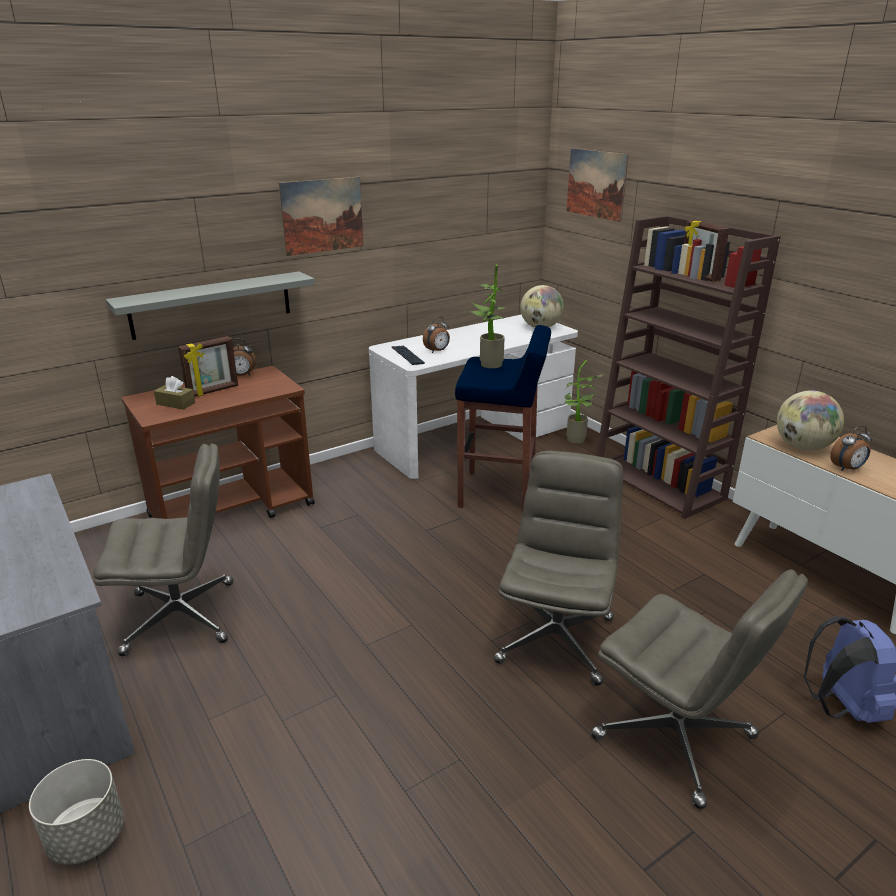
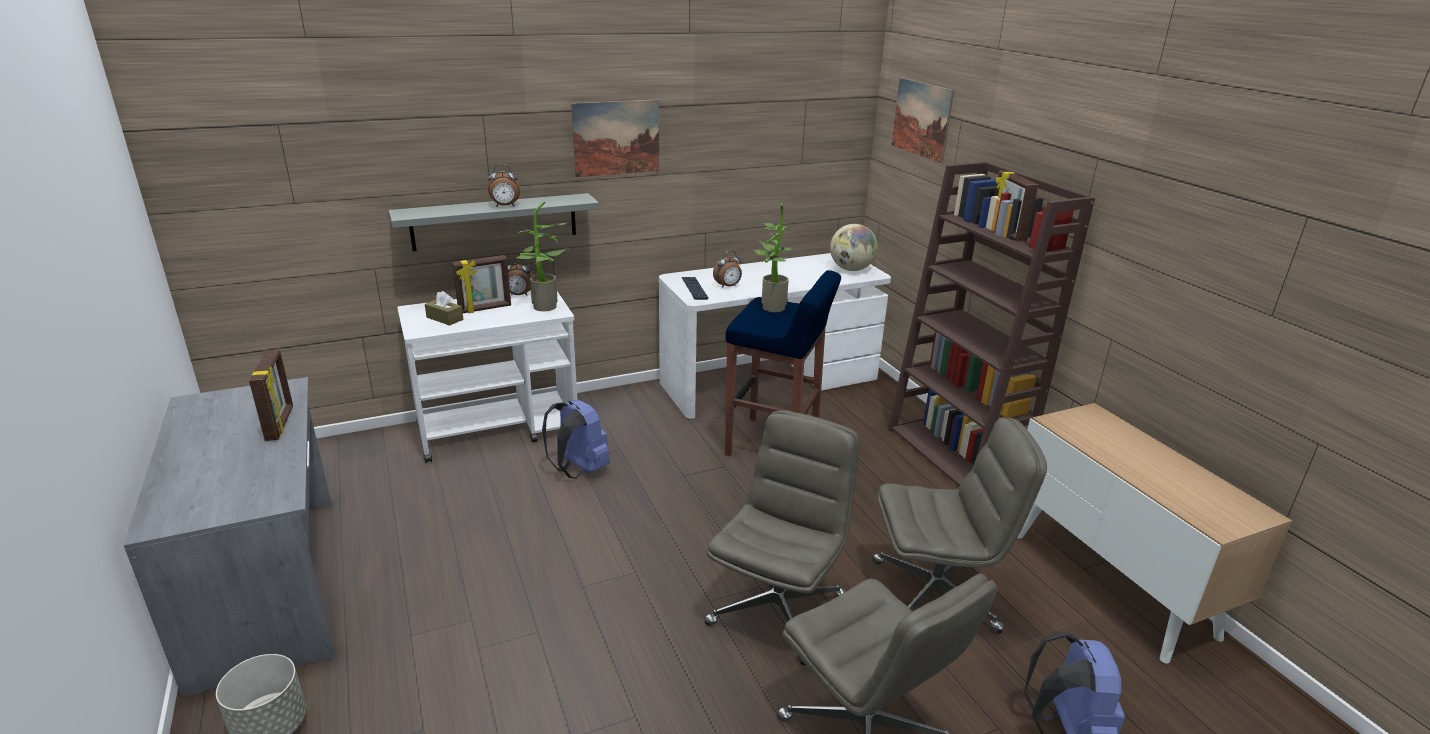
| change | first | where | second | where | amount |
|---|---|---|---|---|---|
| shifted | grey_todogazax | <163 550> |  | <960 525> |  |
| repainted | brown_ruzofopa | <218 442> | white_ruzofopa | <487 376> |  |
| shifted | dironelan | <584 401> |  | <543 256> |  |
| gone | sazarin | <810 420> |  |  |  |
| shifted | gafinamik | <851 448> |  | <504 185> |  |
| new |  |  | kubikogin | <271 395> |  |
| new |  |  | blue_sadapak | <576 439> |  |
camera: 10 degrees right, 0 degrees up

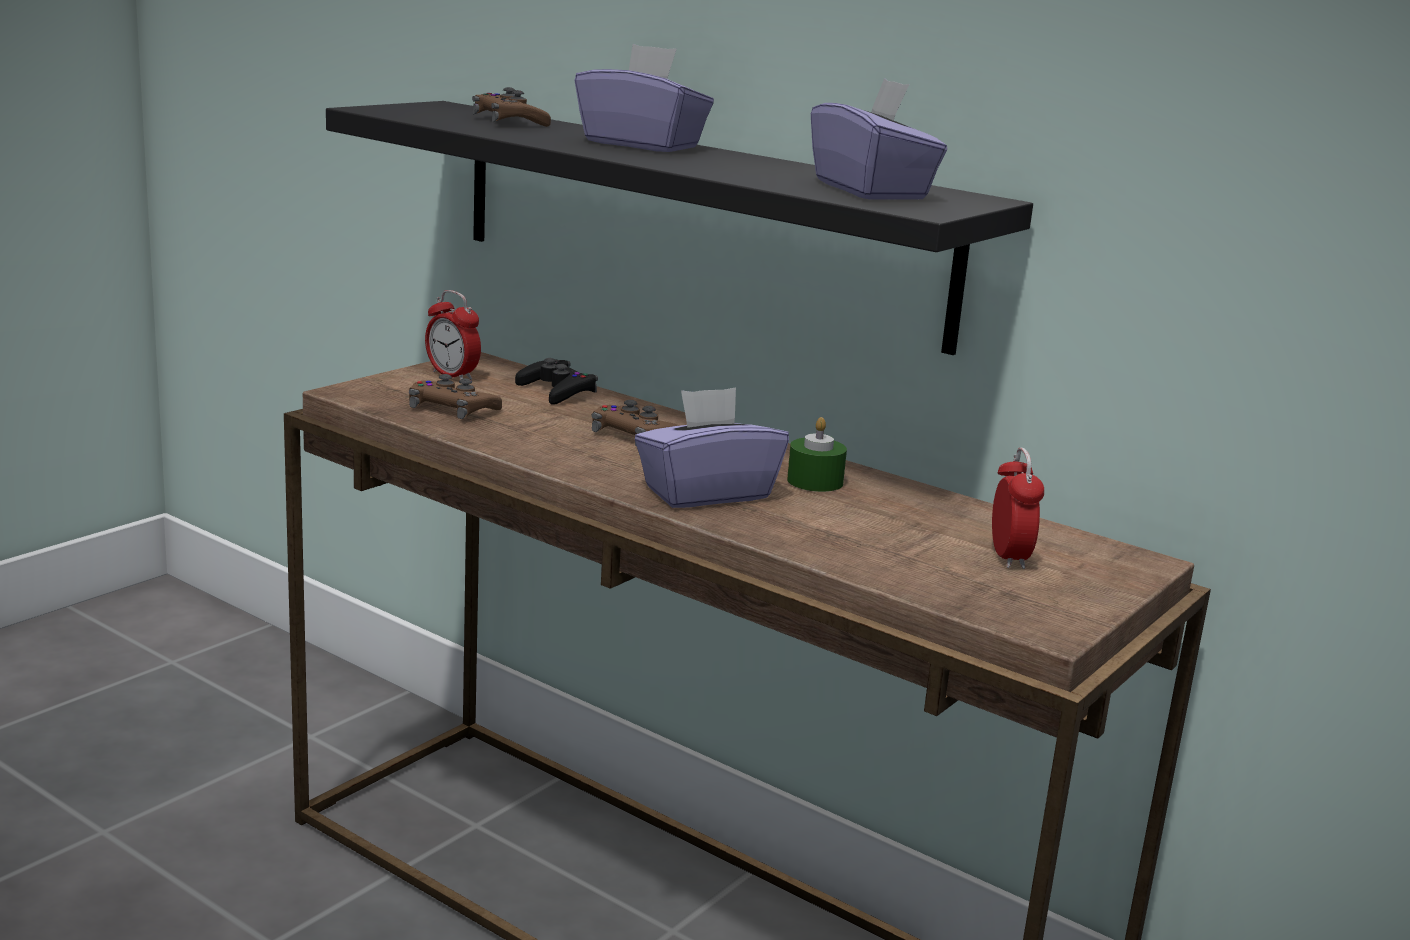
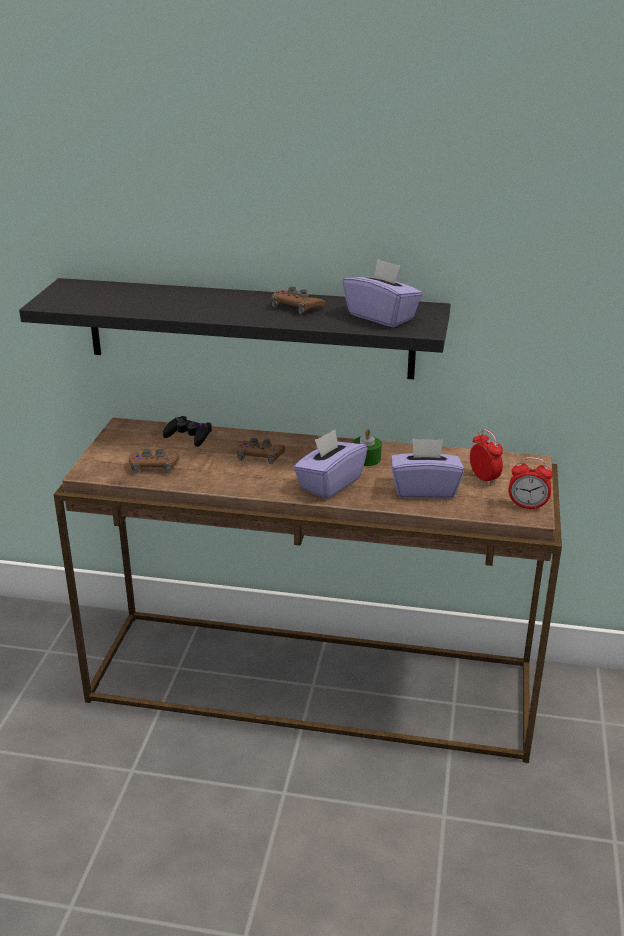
| change | first | where | second | where | amount |
|---|---|---|---|---|---|
| shifted | gafinamik | <453 335> |  | <531 483> |  |
| shifted | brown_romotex | <511 107> |  | <298 300> |  |
| shifted | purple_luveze | <644 98> |  | <427 468> |  |
camera: 25 degrees left, 10 degrees up

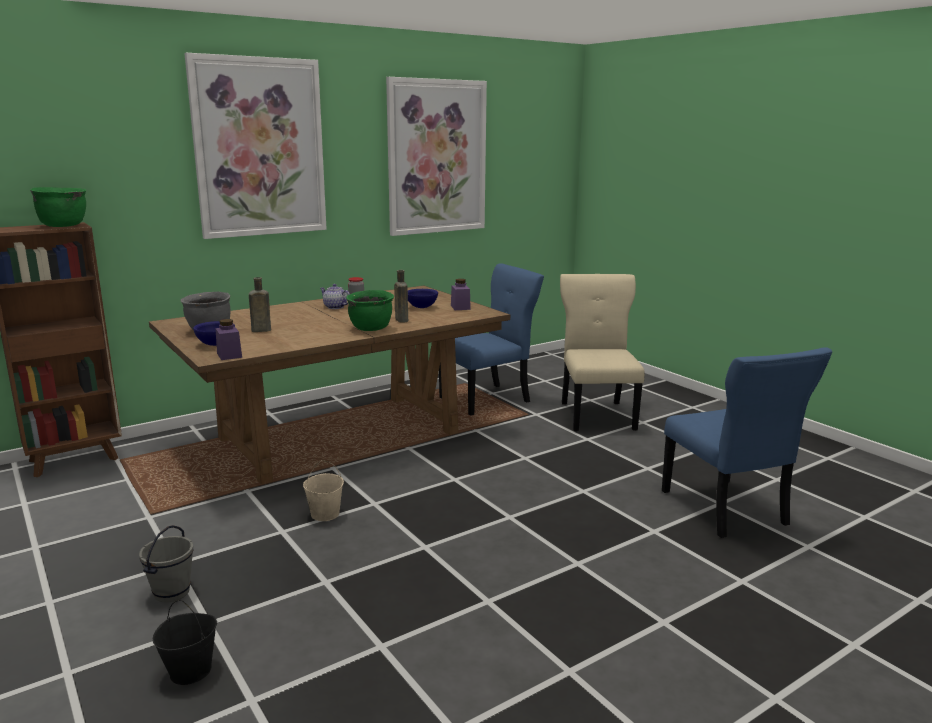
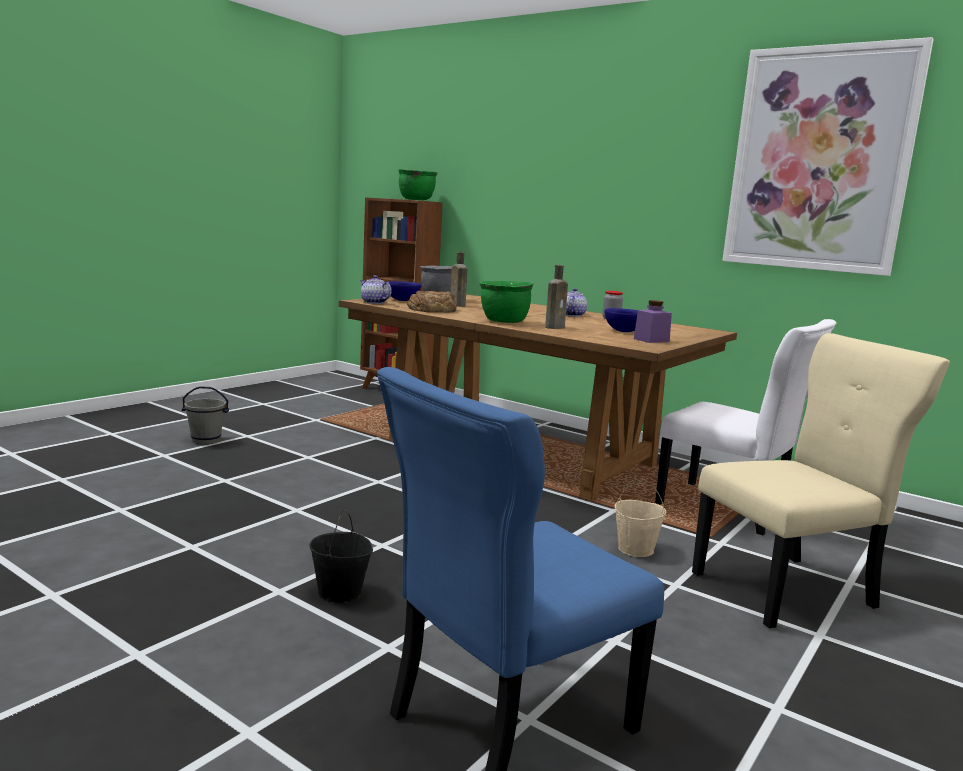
| change | first | where | second | where | amount |
|---|---|---|---|---|---|
| shifted | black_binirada | <185 642> |  | <341 556> |  |
| gone | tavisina | <255 146> |  |  |  |
| swapped | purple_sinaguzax | <228 339> | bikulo | <376 289> |  |
| shifted | beige_binirada | <323 490> |  | <640 518> |  |
| repainted | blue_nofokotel | <491 339> | white_nofokotel | <745 427> |  |
| new |  |  | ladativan | <432 301> |  |
camera: 70 degrees right, 5 degrees down

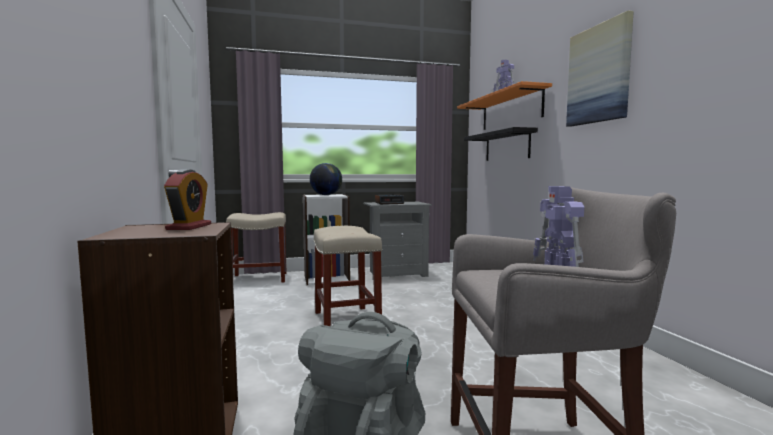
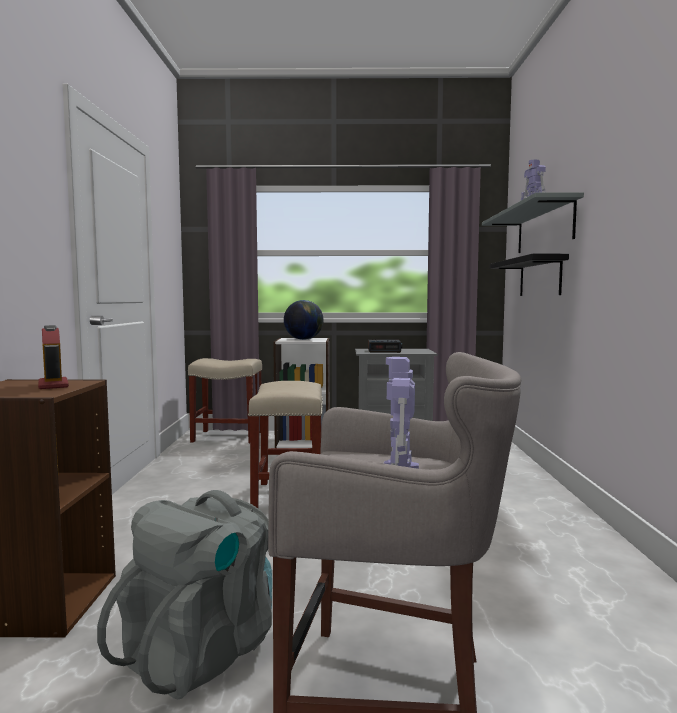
| change | first | where | second | where | amount |
|---|---|---|---|---|---|
| rotated | gafinamik | <187 199> |  | <53 357> | 45 degrees counterclockwise |
| repainted | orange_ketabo | <504 105> | grey_ketabo | <533 222> |  |
| gone | tavisina | <600 68> |  |  |  |
camera: 15 degrees right, 0 degrees up

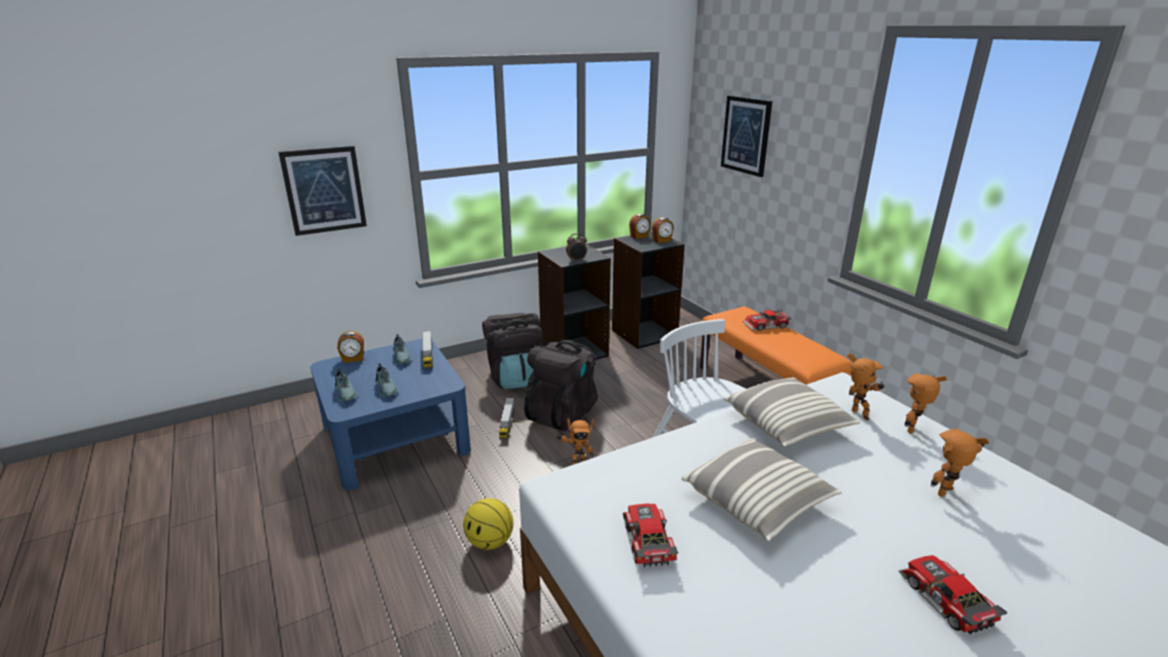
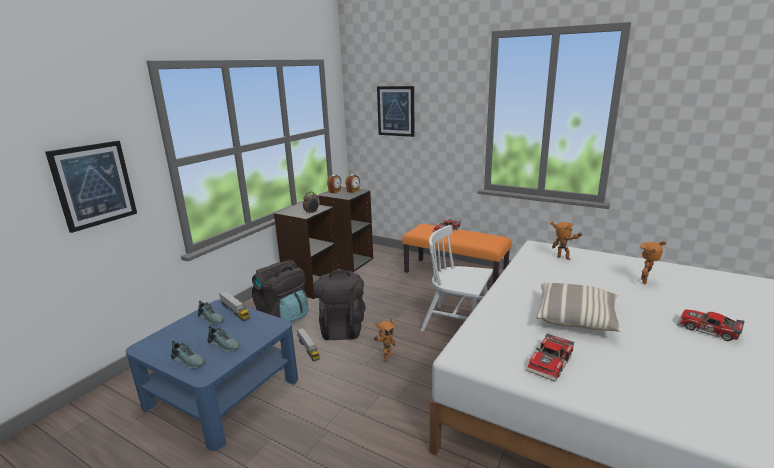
| change | first | where | second | where | amount |
|---|---|---|---|---|---|
| gone | gafinamik | <350 347> |  |  |  |
| gone | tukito | <488 524> |  |  |  |
| rotated | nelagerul | <650 535> |  | <551 357> | 105 degrees counterclockwise |
| gone | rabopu | <792 412> |  |  |  |
| gone | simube | <925 403> |  |  |  |
camera: 30 degrees left, 5 degrees down

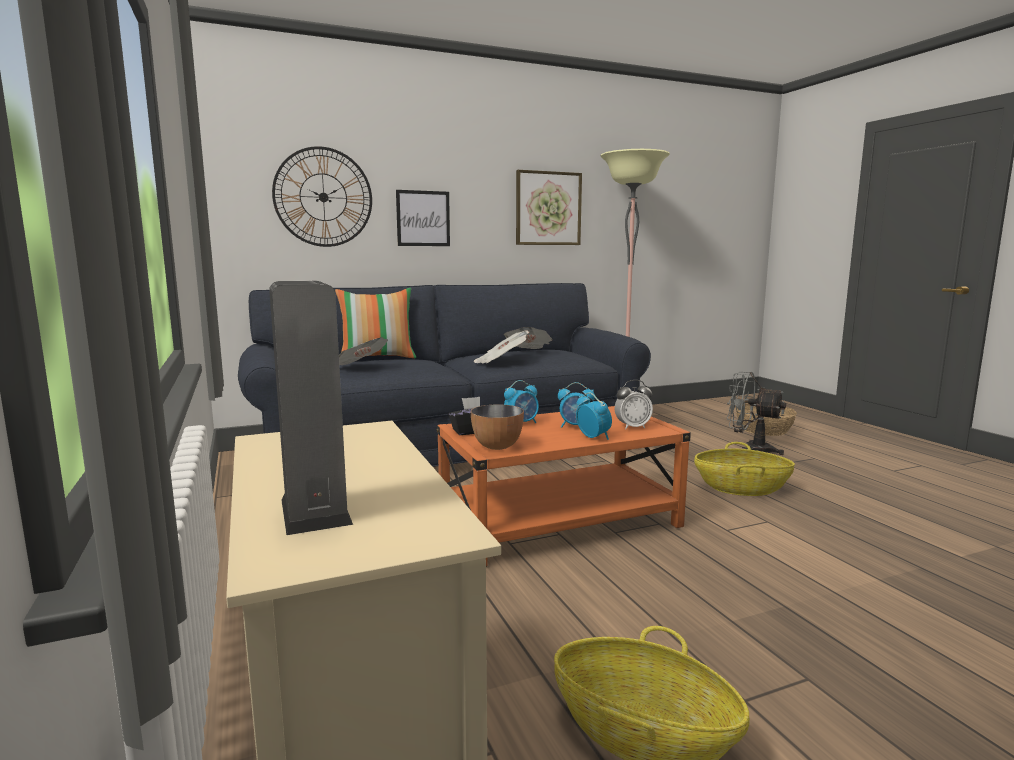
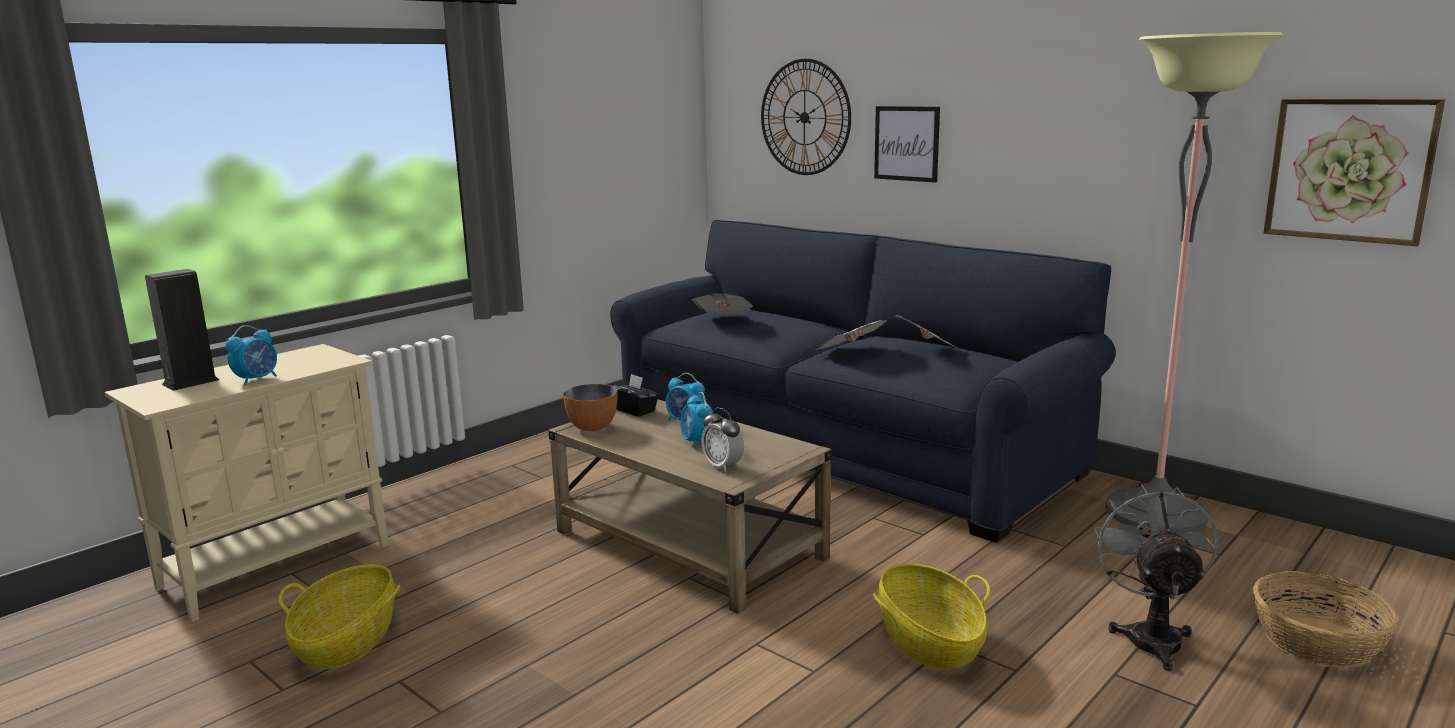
| change | first | where | second | where | amount |
|---|---|---|---|---|---|
| gone | rabopu | <375 323> |  |  |  |
| repainted | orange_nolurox | <564 486> | beige_nolurox | <690 507> |  |
| shifted | tavisina | <549 207> |  | <1354 172> |  |
| shifted | gafinamik | <594 416> |  | <251 355> |  |
camera: 65 degrees right, 5 degrees up

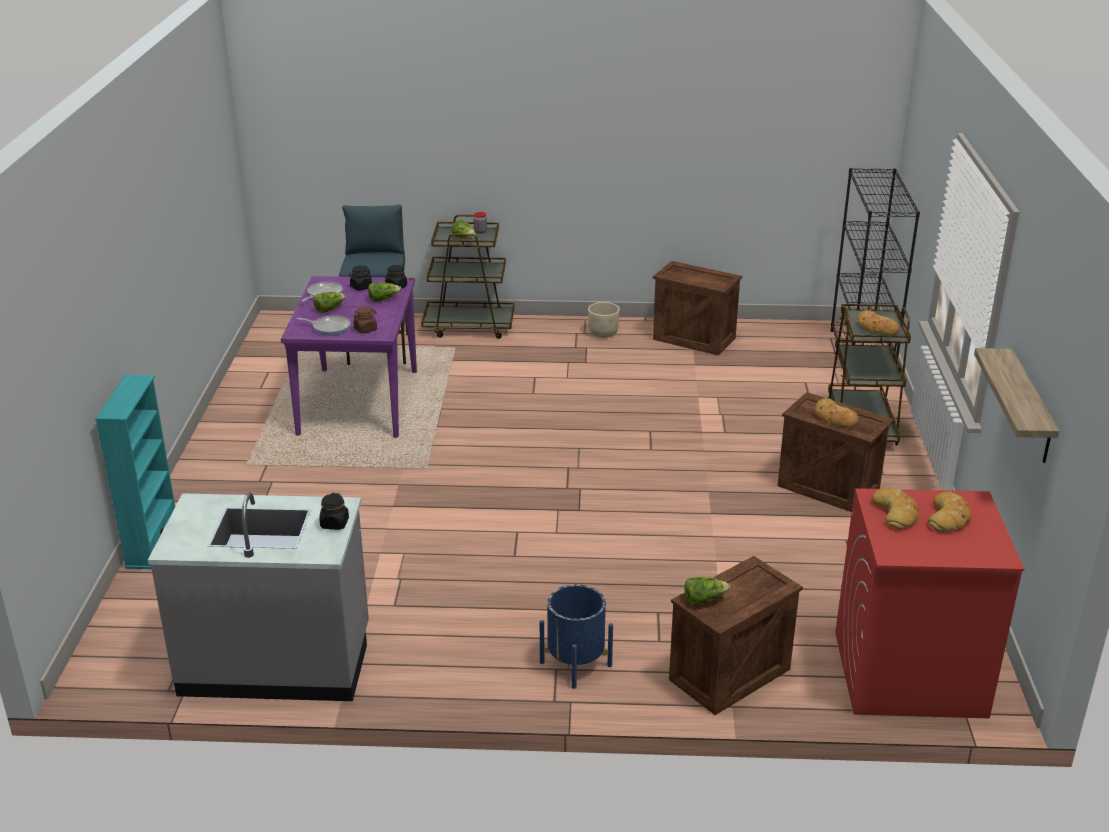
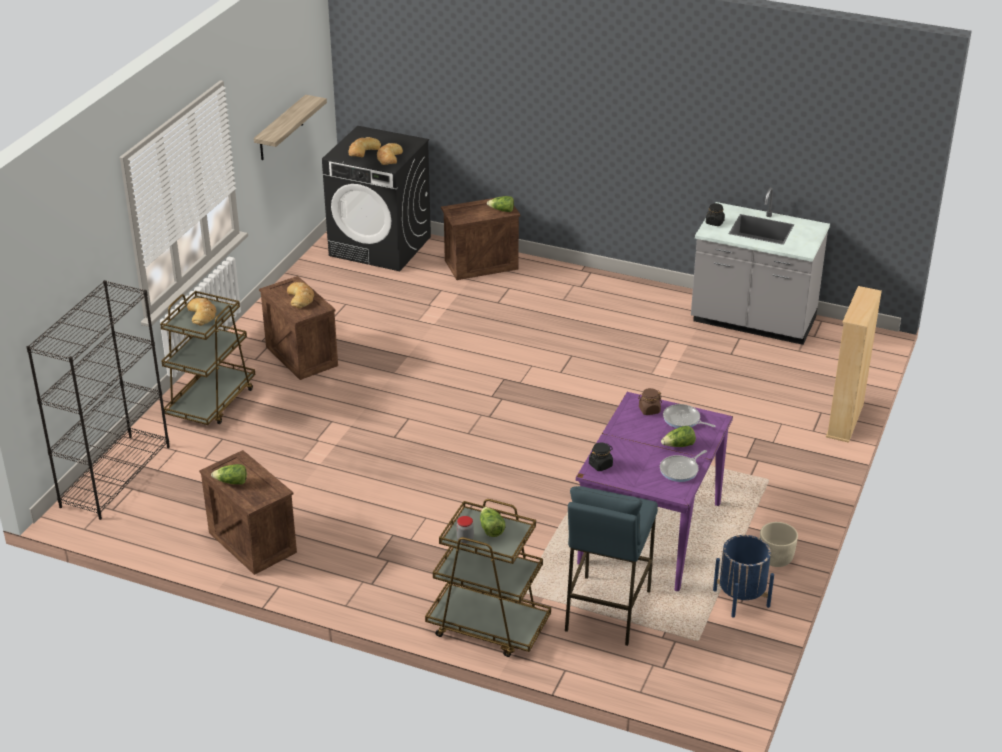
| change | first | where | second | where | amount |
|---|---|---|---|---|---|
| repainted | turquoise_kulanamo | <135 472> | beige_kulanamo | <854 364> |  |
| gone | black_sinaguzax | <360 278> |  |  |  |
| shifted | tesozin | <384 292> |  | <229 474> |  |
| shifted | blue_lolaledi | <576 636> |  | <743 576> |  |
| shifted | beige_lolaledi | <604 320> |  | <779 544> |  |
| repainted | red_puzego | <929 603> | black_puzego | <376 198> |  |
camera: 160 degrees left, 5 degrees up

